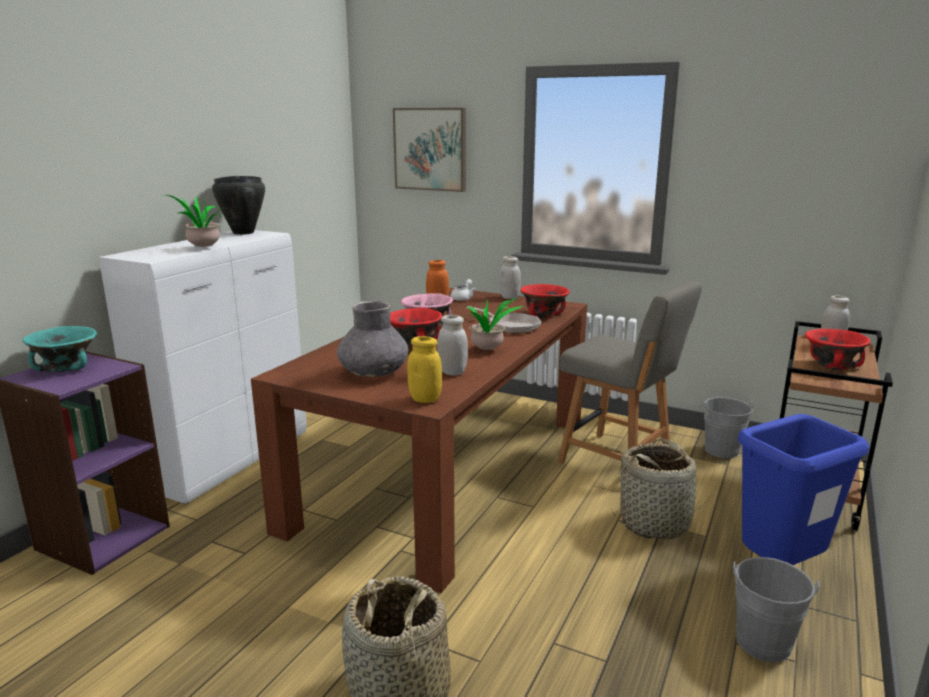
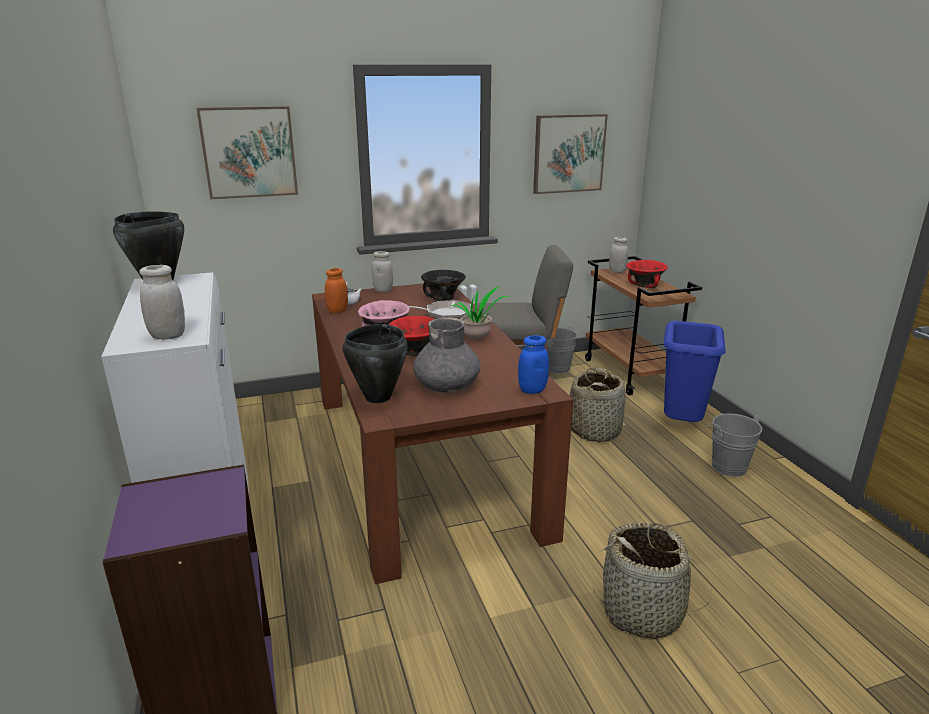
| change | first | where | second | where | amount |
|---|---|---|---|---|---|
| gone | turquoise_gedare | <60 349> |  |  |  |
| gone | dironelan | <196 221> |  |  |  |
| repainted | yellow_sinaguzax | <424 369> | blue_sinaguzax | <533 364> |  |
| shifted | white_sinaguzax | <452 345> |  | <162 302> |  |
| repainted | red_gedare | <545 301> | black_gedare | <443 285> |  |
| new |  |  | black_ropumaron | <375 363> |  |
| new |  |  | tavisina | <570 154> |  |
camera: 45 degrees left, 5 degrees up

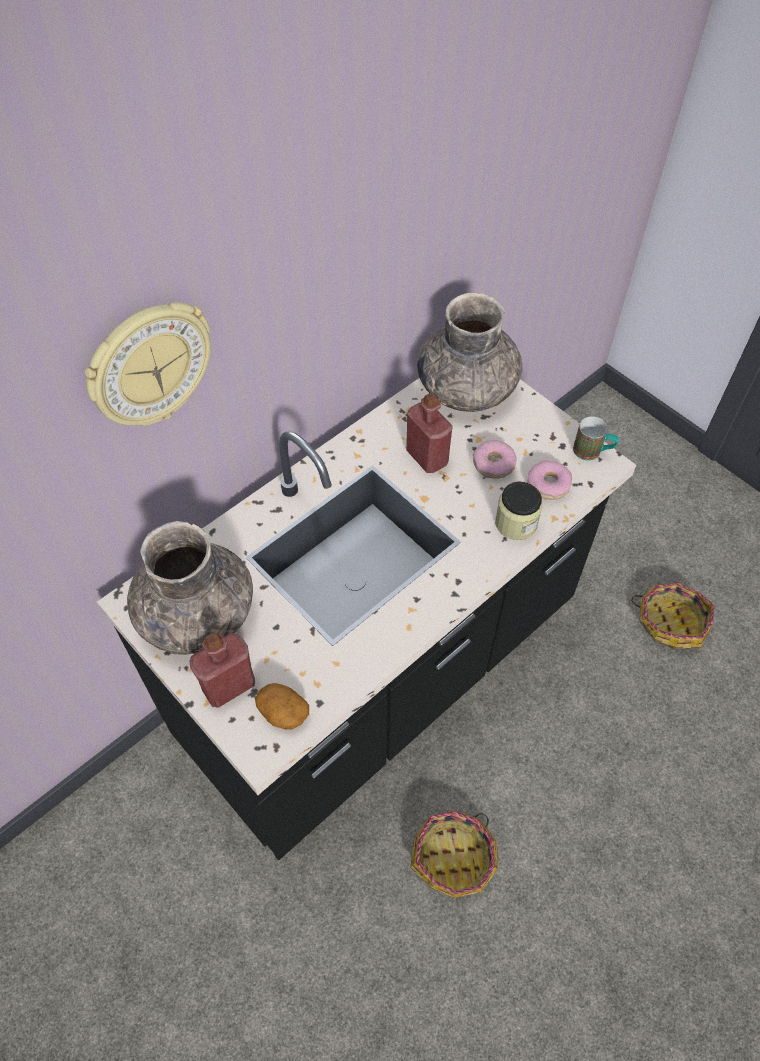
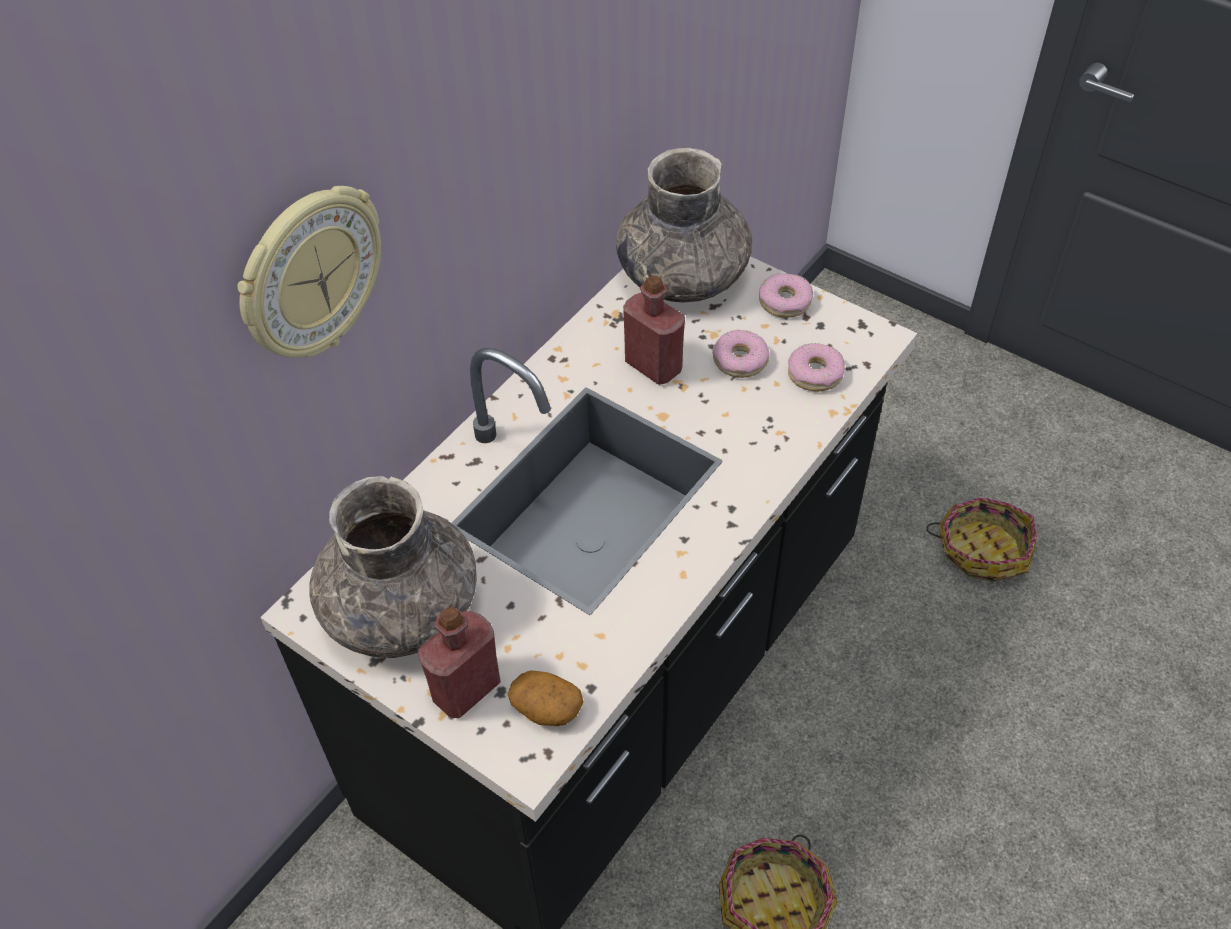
| change | first | where | second | where | amount |
|---|---|---|---|---|---|
| gone | sinaguzax | <518 511> |  |  |  |
| gone | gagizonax | <596 438> |  |  |  |
| new |  |  | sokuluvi | <786 295> |  |
camera: 10 degrees left, 5 degrees down

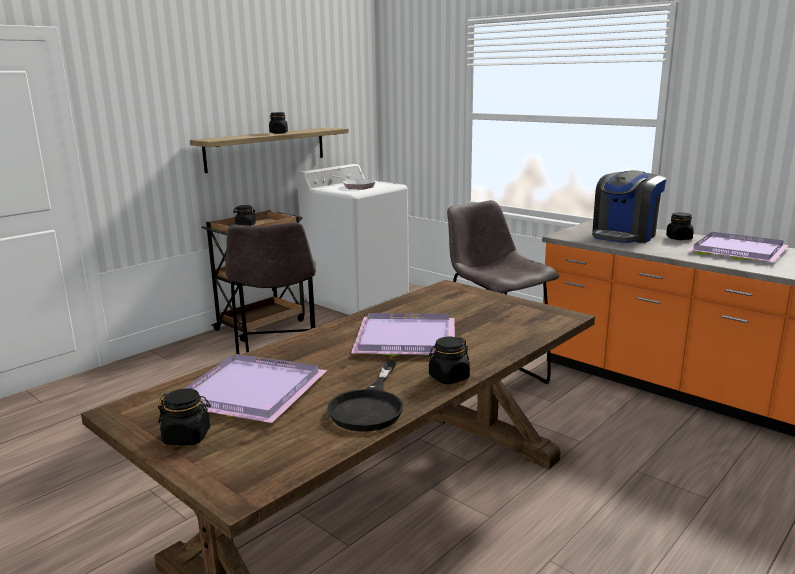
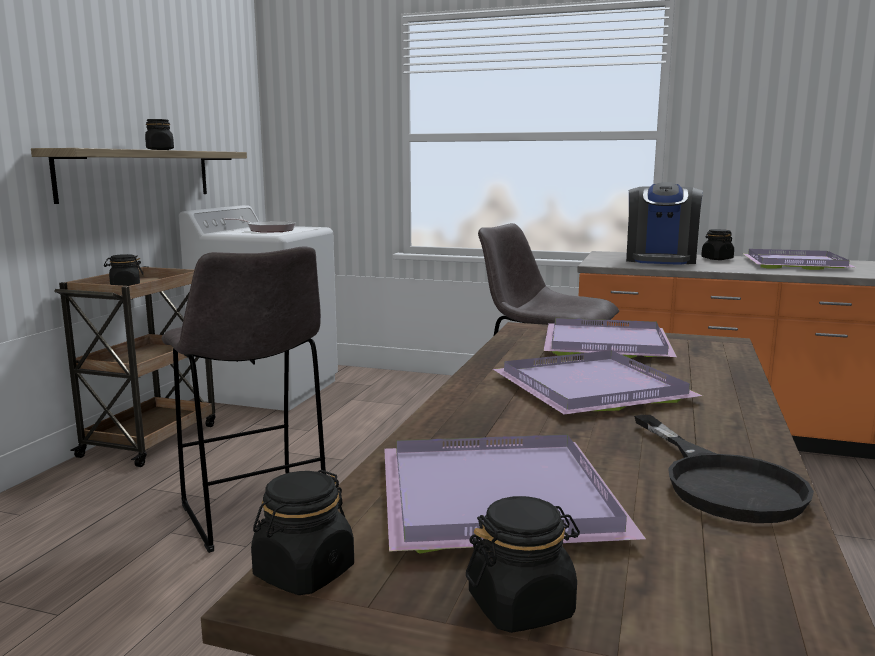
| change | first | where | second | where | amount |
|---|---|---|---|---|---|
| shifted | black_sinaguzax | <449 360> |  | <302 532> |  |
| new |  |  | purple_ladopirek | <610 338> |  |
camera: 25 degrees left, 5 degrees down

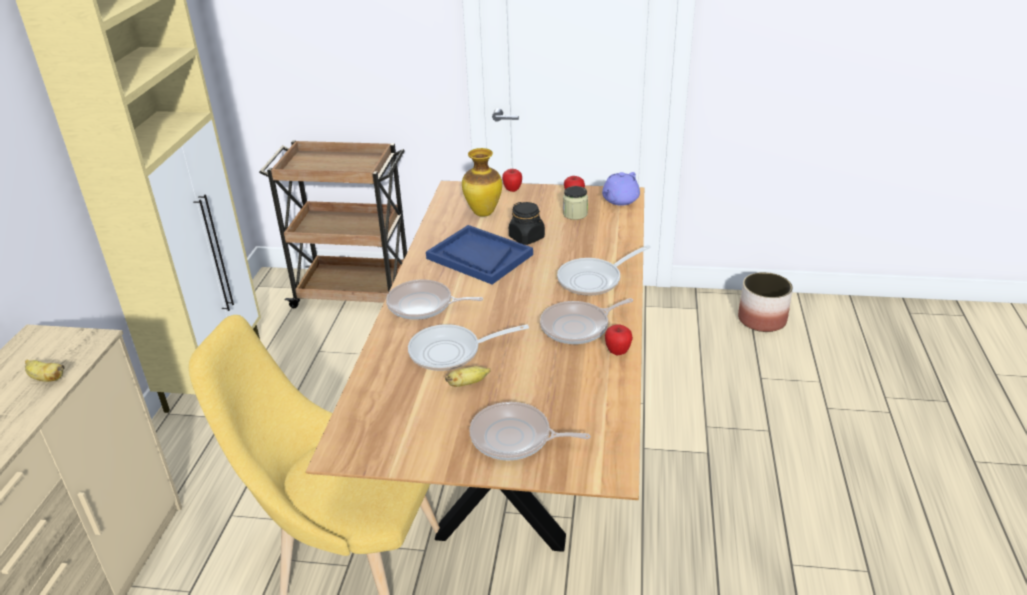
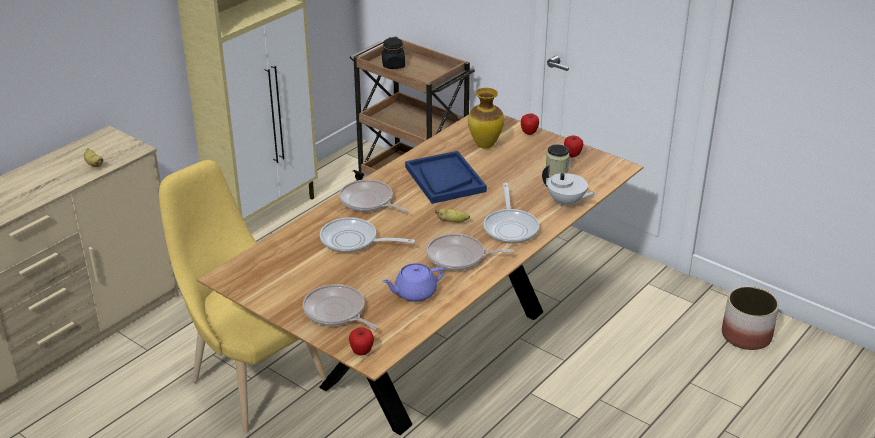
| change | first | where | second | where | amount |
|---|---|---|---|---|---|
| shifted | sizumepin | <468 376> |  | <452 216> |  |
| shifted | black_sinaguzax | <527 223> |  | <393 53> |  |
| rotated | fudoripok | <604 270> |  | <511 213> | 90 degrees counterclockwise |
| shifted | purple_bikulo | <621 189> |  | <413 282> |  |
| shifted | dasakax | <619 340> |  | <361 341> |  |
| new |  |  | white_bikulo | <569 186> |  |
camera: 30 degrees right, 0 degrees up

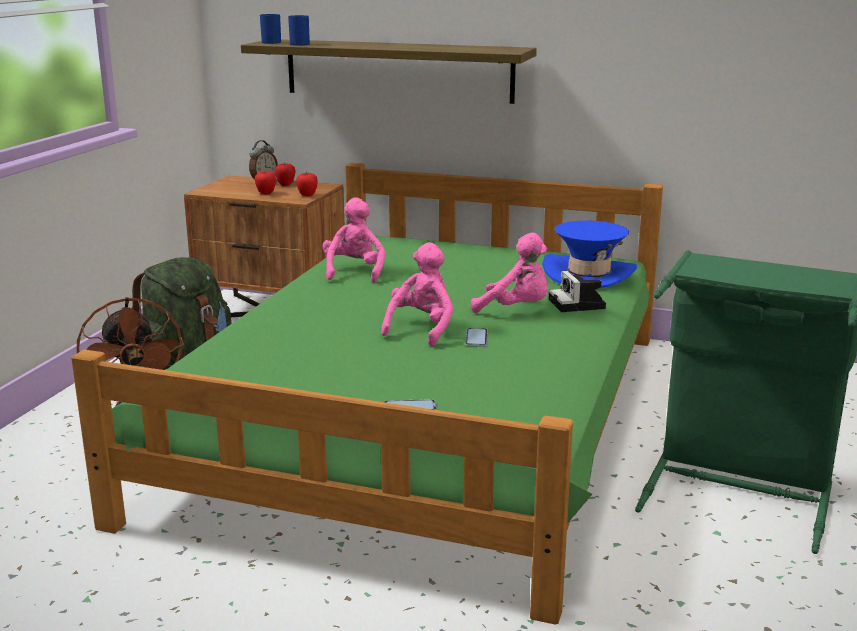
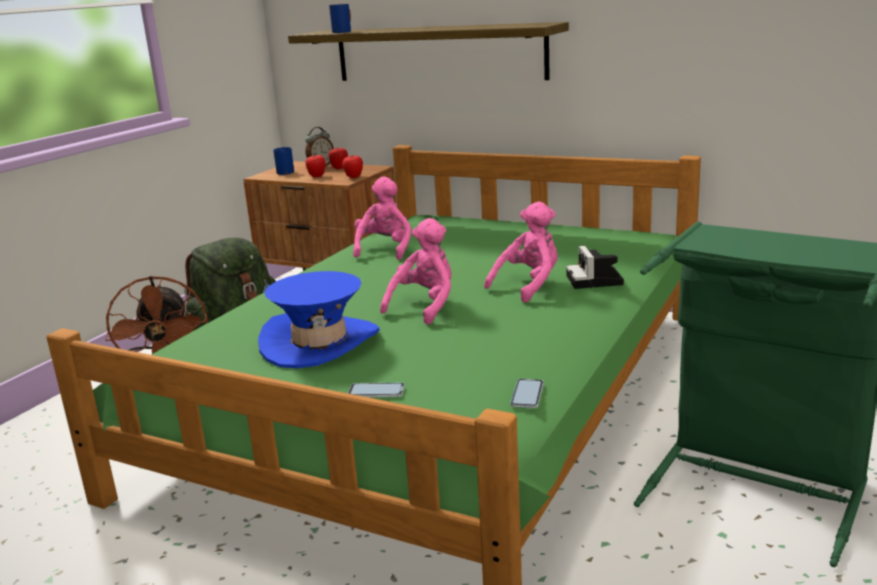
| change | first | where | second | where | amount |
|---|---|---|---|---|---|
| shifted | blue_gagizonax | <270 29> |  | <283 161> |  |
| shifted | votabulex | <476 337> |  | <527 393> |  |
| rotated | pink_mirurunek | <509 273> |  | <521 252> | 75 degrees counterclockwise |
| shifted | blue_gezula | <589 254> |  | <319 319> |  |
camera: 10 degrees right, 0 degrees up

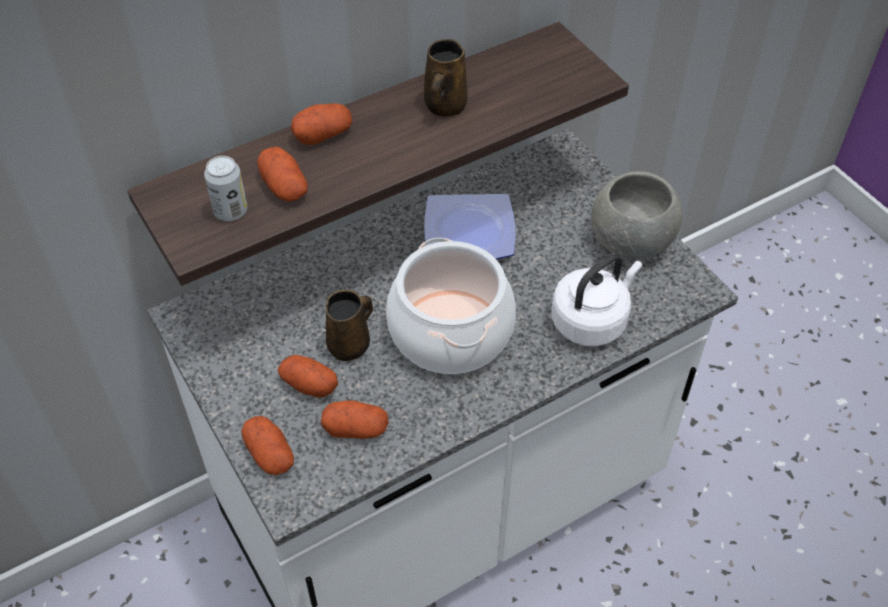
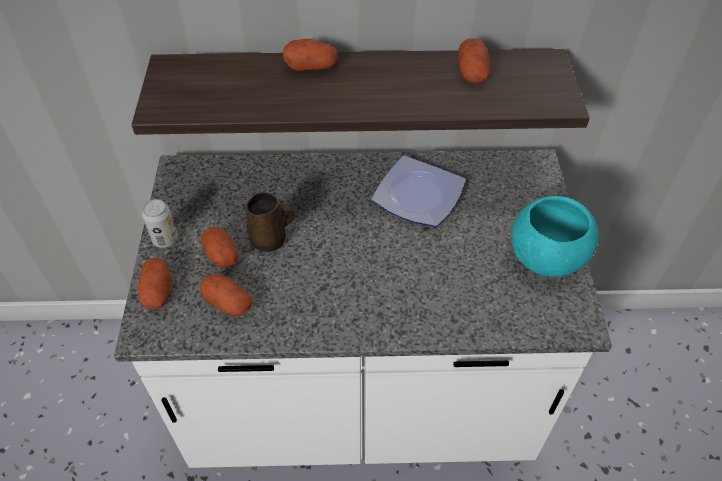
| change | first | where | second | where | amount |
|---|---|---|---|---|---|
| shifted | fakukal | <225 188> |  | <160 223> |  |
| shifted | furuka | <282 174> |  | <474 60> |  |
| gone | ropumaron | <451 306> |  |  |  |
| gone | brown_gagizonax | <446 78> |  |  |  |
| gone | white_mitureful | <597 300> |  |  |  |
| repainted | grey_gedare | <637 215> | turquoise_gedare | <555 236> |  |
camera: 30 degrees right, 0 degrees up

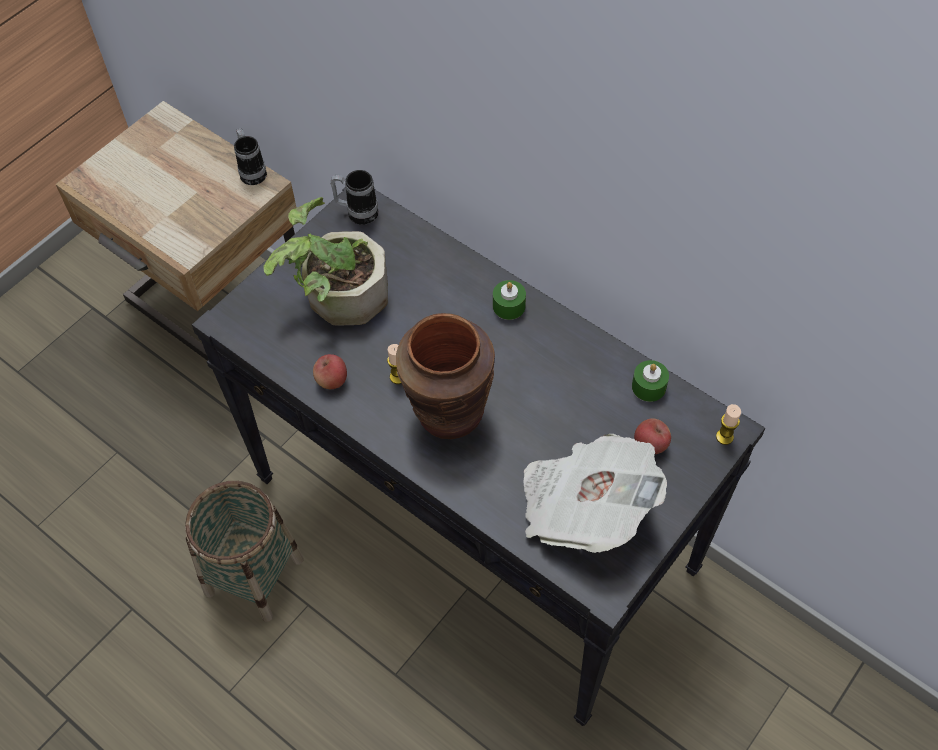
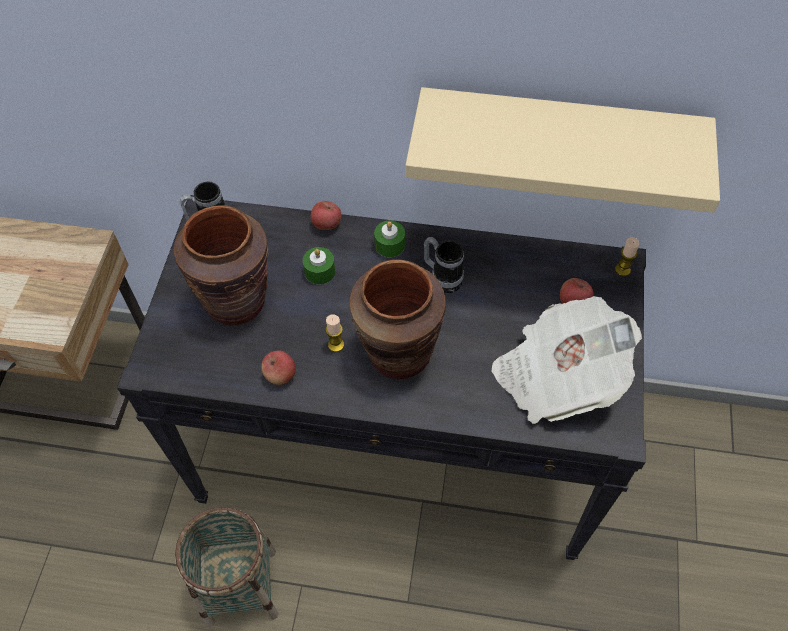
| change | first | where | second | where | amount |
|---|---|---|---|---|---|
| shifted | gagizonax | <250 156> |  | <444 265> |  |
| swapped | dironelan | <326 261> | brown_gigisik | <221 265> |  |
| shifted | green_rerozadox | <650 381> |  | <319 265> |  |
| new |  |  | dasakax | <326 215> |  |
| new |  |  | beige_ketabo | <562 150> |  |
camera: 30 degrees left, 0 degrees up

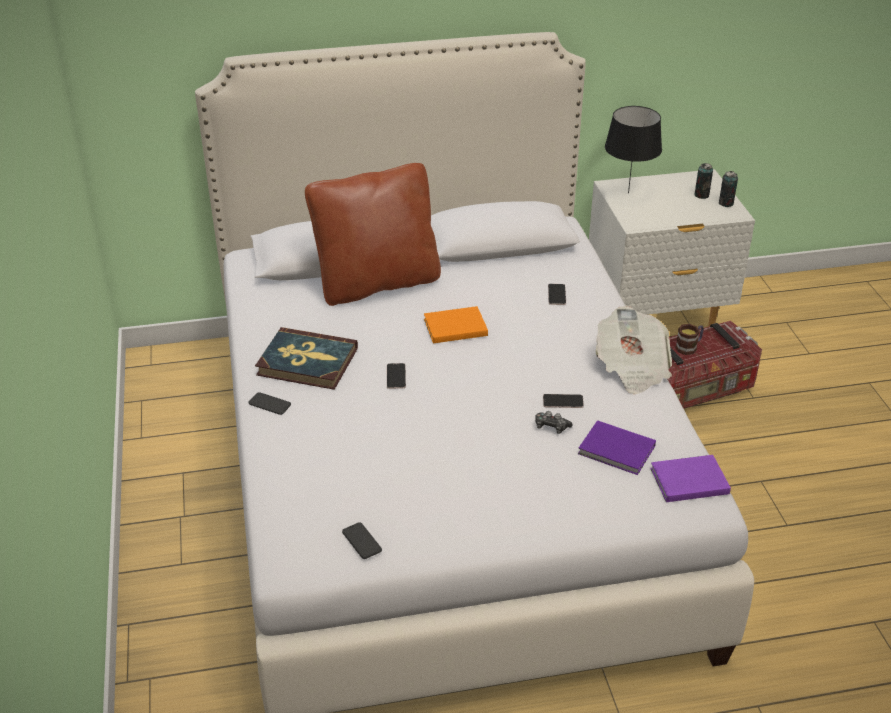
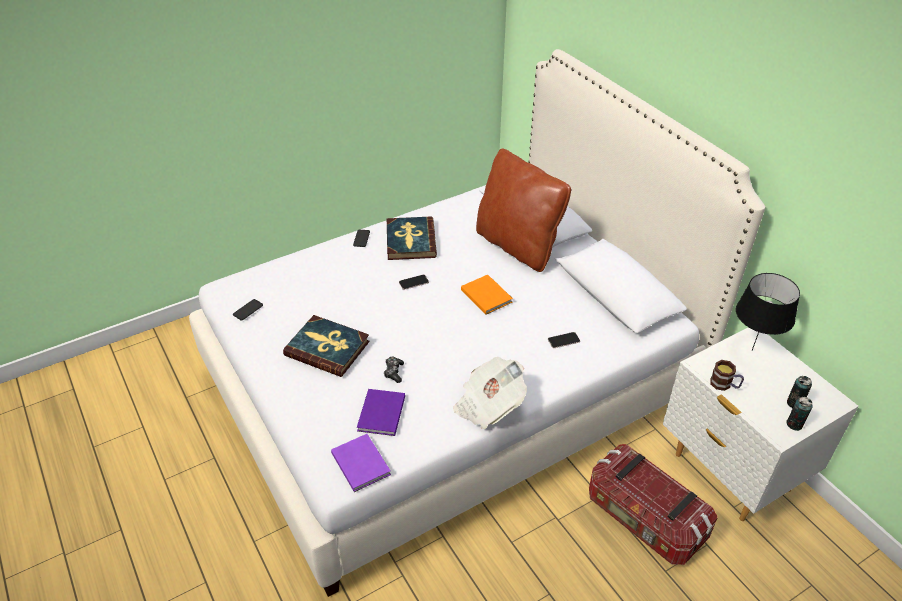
| change | first | where | second | where | amount |
|---|---|---|---|---|---|
| gone | votabulex | <563 401> |  |  |  |
| shifted | gagizonax | <689 339> |  | <727 375> |  |
| new |  |  | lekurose | <326 346> |  |
camera: 70 degrees right, 5 degrees up

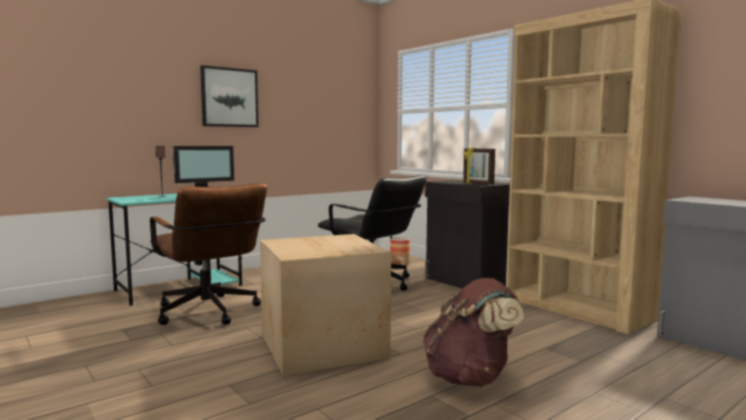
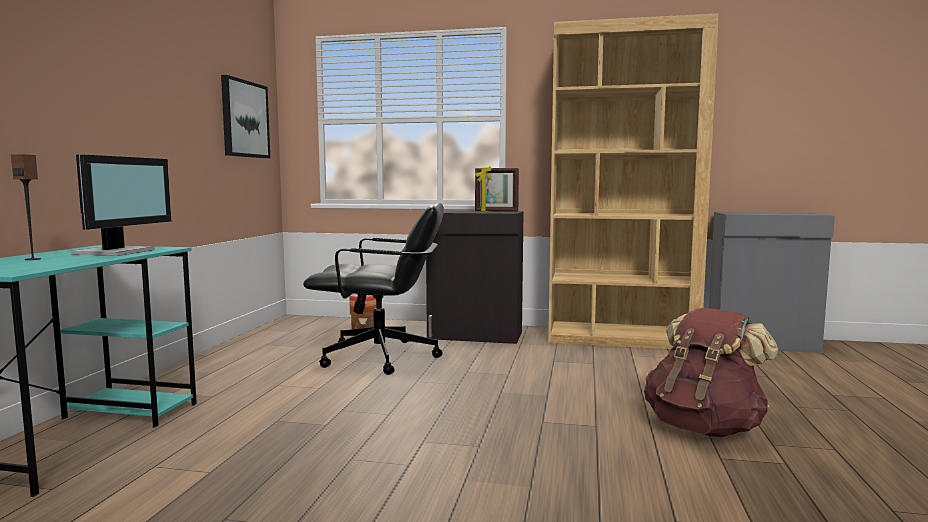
| change | first | where | second | where | amount |
|---|---|---|---|---|---|
| gone | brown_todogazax | <208 254> |  |  |  |
| shifted | tavisina | <229 96> |  | <245 116> |  |
| gone | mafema | <325 305> |  |  |  |
camera: 40 degrees left, 0 degrees up

